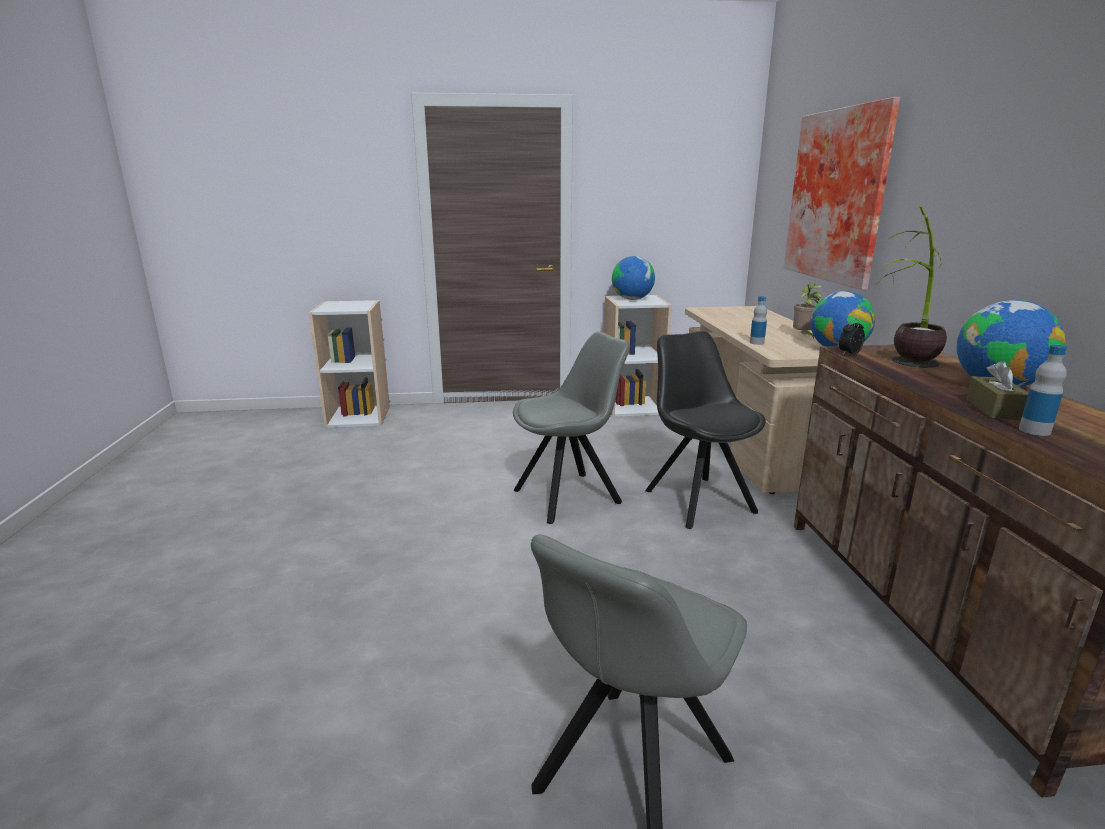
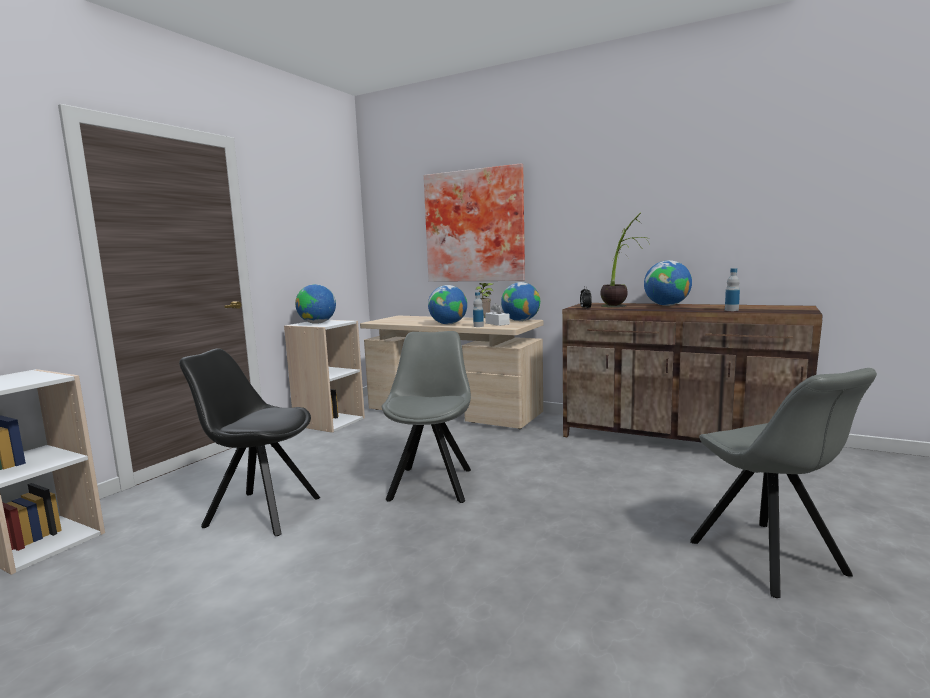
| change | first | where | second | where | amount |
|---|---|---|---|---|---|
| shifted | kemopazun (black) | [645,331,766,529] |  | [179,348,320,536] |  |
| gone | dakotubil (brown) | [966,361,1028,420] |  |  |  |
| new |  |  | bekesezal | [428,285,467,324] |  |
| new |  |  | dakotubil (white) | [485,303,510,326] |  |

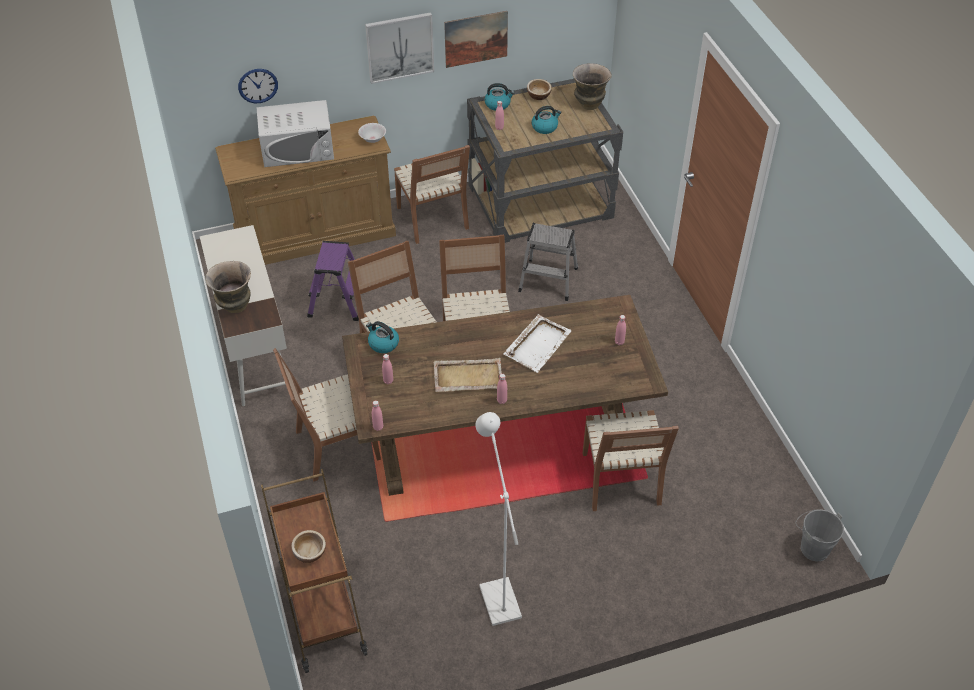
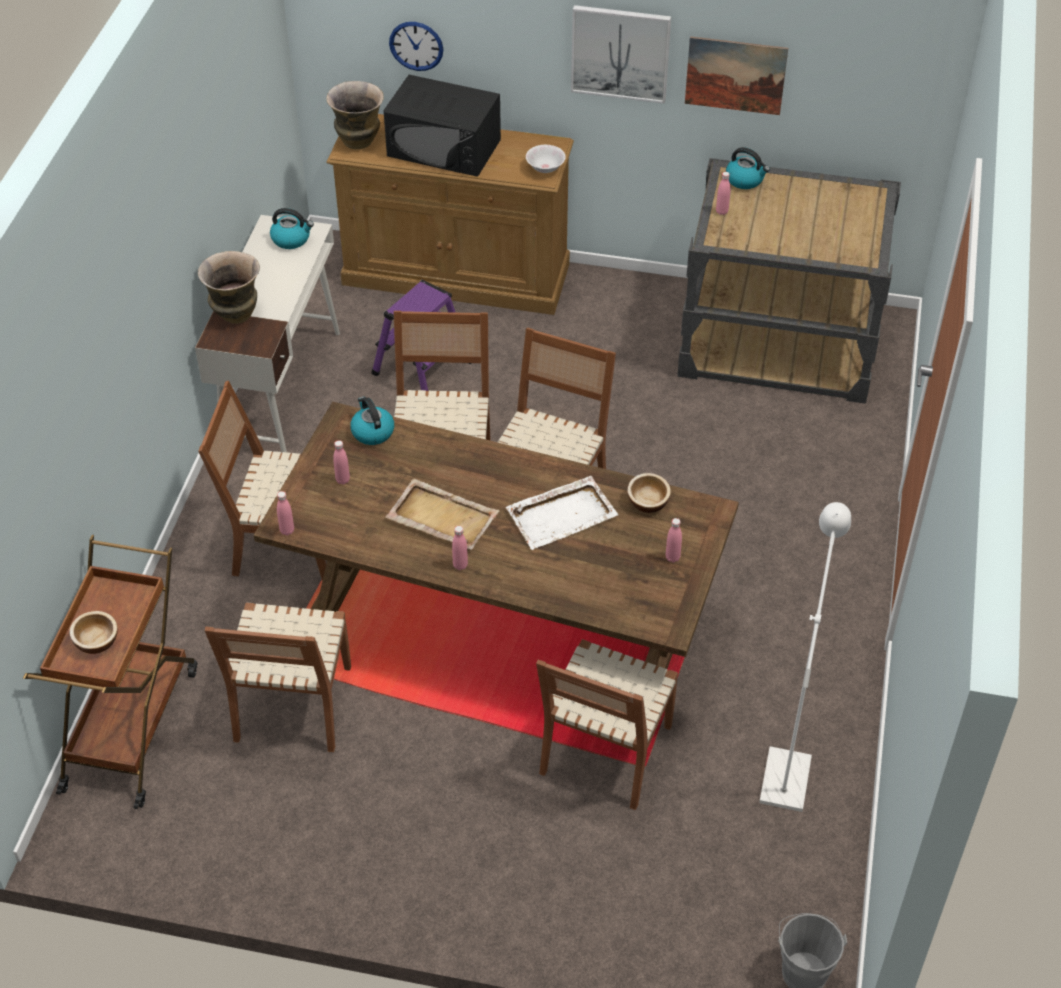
| change | first | where | second | where | amount |
|---|---|---|---|---|---|
| repainted | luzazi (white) | [256,100,334,167] | luzazi (black) | [383,75,501,177] |  |
| shifted | kemopazun | [394,145,470,244] |  | [205,602,351,752] |  |
| shifted | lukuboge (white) | [475,412,522,626] |  | [759,502,851,812] |  |
| gone | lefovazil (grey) | [518,223,578,301] |  |  |  |
| shifted | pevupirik | [527,79,552,100] |  | [627,473,671,513] |  |
| shifted | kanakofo | [532,106,562,134] |  | [270,208,314,249] |  |
| shifted | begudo | [573,63,612,110] |  | [326,81,384,149] |  |

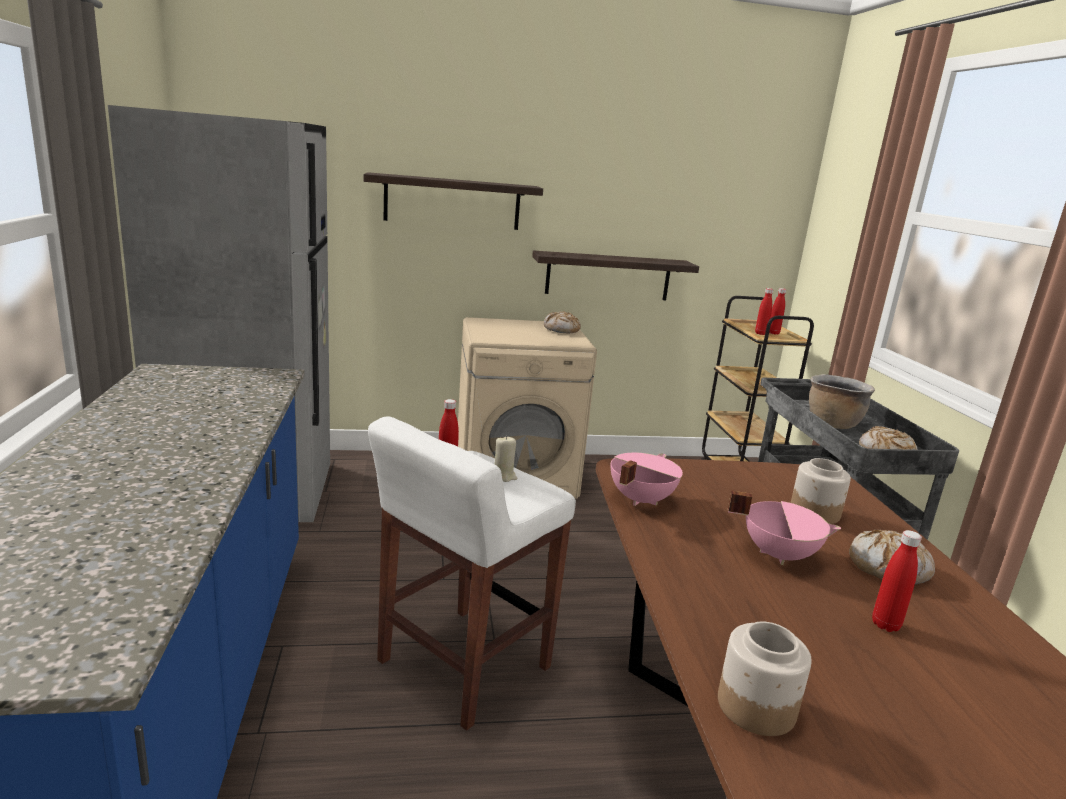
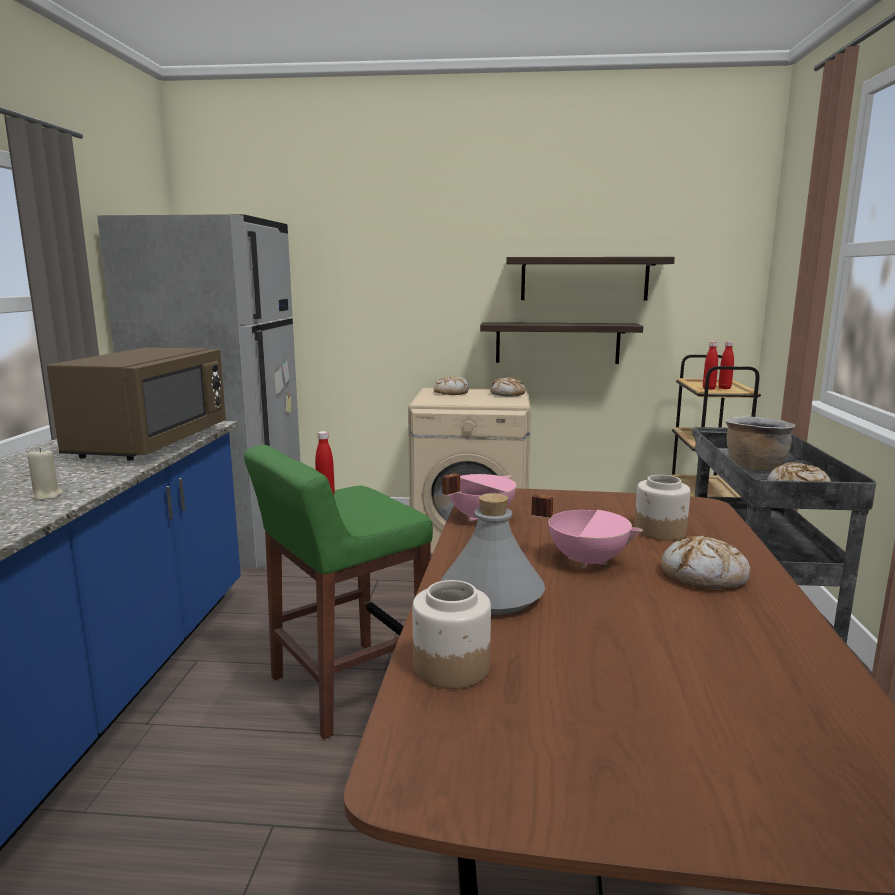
| change | first | where | second | where | amount |
|---|---|---|---|---|---|
| shifted | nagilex | [364,172,543,230] |  | [506,257,675,301] |  |
| repainted | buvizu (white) | [368,416,576,731] | buvizu (green) | [244,445,433,739] |  |
| shifted | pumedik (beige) | [495,436,517,482] |  | [27,448,63,501] |  |
| gone | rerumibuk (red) | [872,530,922,632] |  |  |  |
| new |  |  | luzazi (brown) | [47,347,226,461] |  |
| new |  |  | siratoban | [434,376,469,395] |  |
| new |  |  | rerumibuk (grey) | [441,493,545,615] |  |

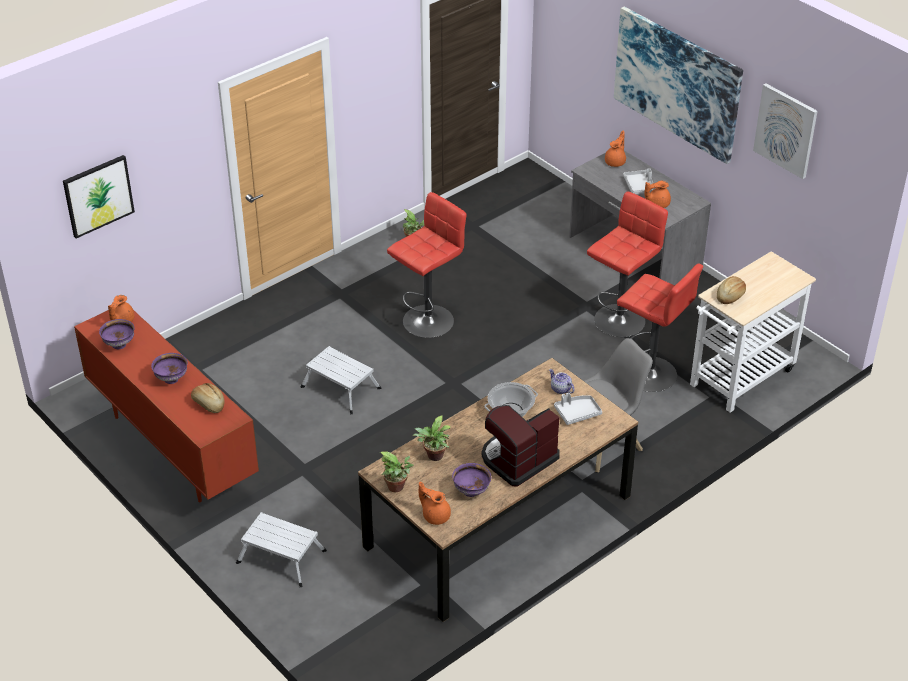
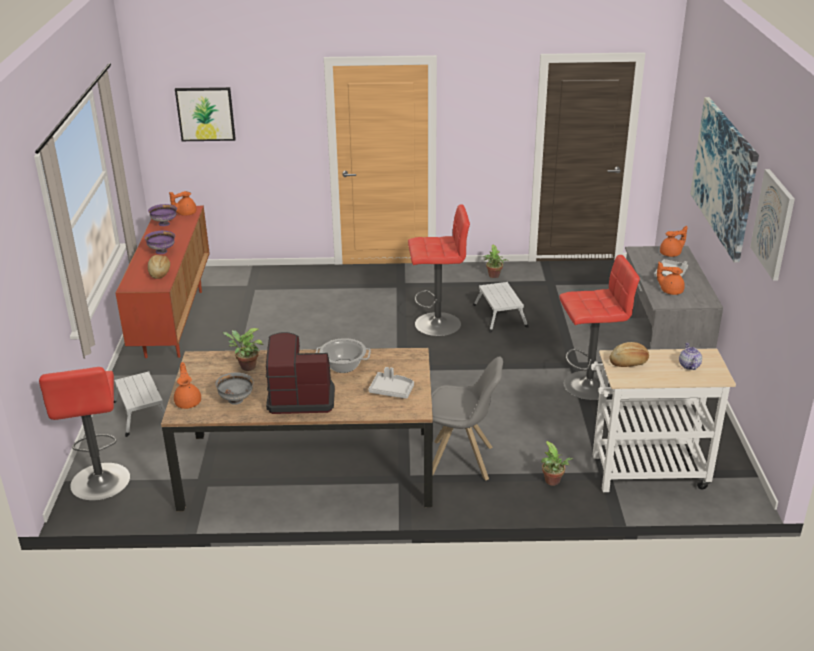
| change | first | where | second | where | amount |
|---|---|---|---|---|---|
| shifted | lefovazil (white) | [300,346,382,414] |  | [473,282,529,333] |  |
| shifted | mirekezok | [379,451,414,492] |  | [541,441,573,486] |  |
| repainted | pevupirik (purple) | [452,463,491,497] | pevupirik (grey) | [215,373,254,405] |  |
| shifted | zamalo | [549,369,575,394] |  | [679,343,702,370] |  |
| shifted | buvizu (red) | [617,264,703,392] |  | [39,367,130,501] |  |

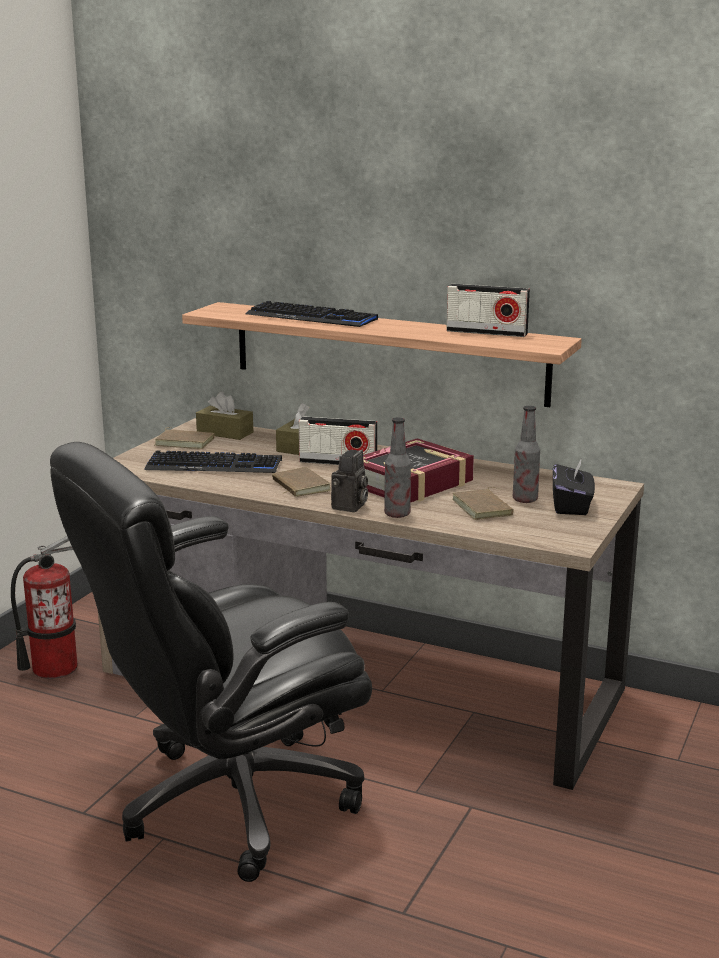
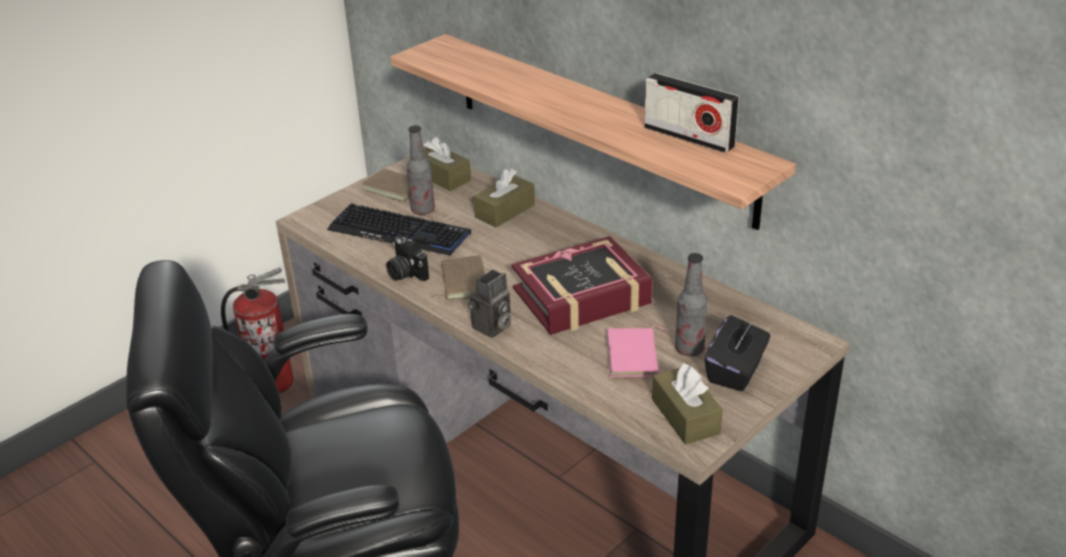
| change | first | where | second | where | amount |
|---|---|---|---|---|---|
| gone | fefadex | [246,301,378,327] |  |  |  |
| gone | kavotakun | [299,416,377,465] |  |  |  |
| shifted | rerumibuk | [384,417,411,518] |  | [407,125,435,215] |  |
| repainted | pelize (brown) | [453,487,514,520] | pelize (pink) | [607,326,668,377] |  |
| new |  |  | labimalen | [386,236,429,281] |  |
| new |  |  | dakotubil (brown) | [652,363,723,445] |  |

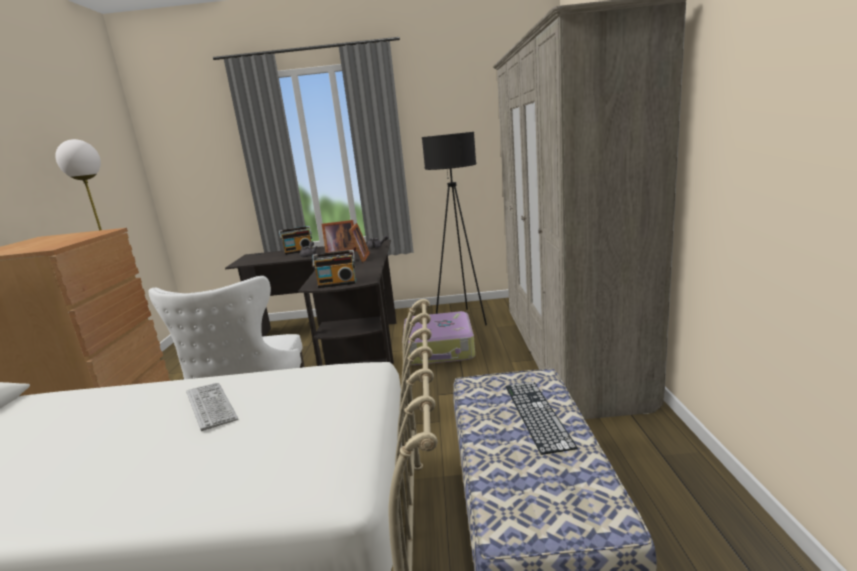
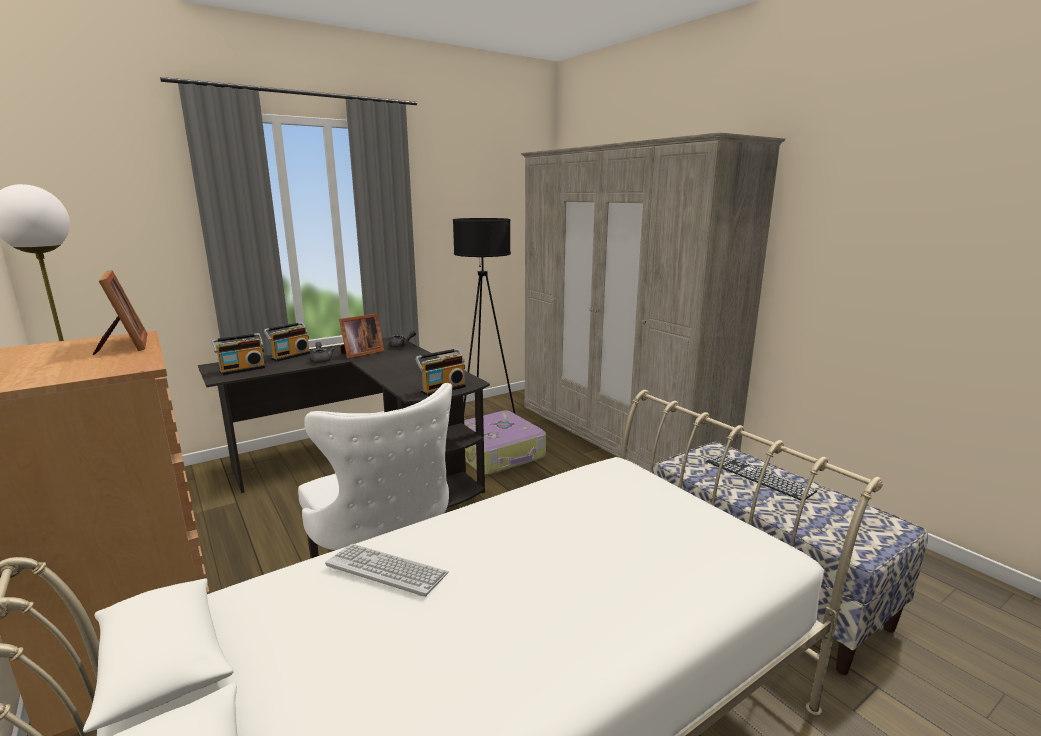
| change | first | where | second | where | amount |
|---|---|---|---|---|---|
| shifted | fefadex | [186,383,239,431] |  | [325,544,449,597] |  |
| shifted | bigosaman | [348,223,370,262] |  | [93,270,147,355] |  |
| new |  |  | kavotakun | [212,333,265,375] |  |

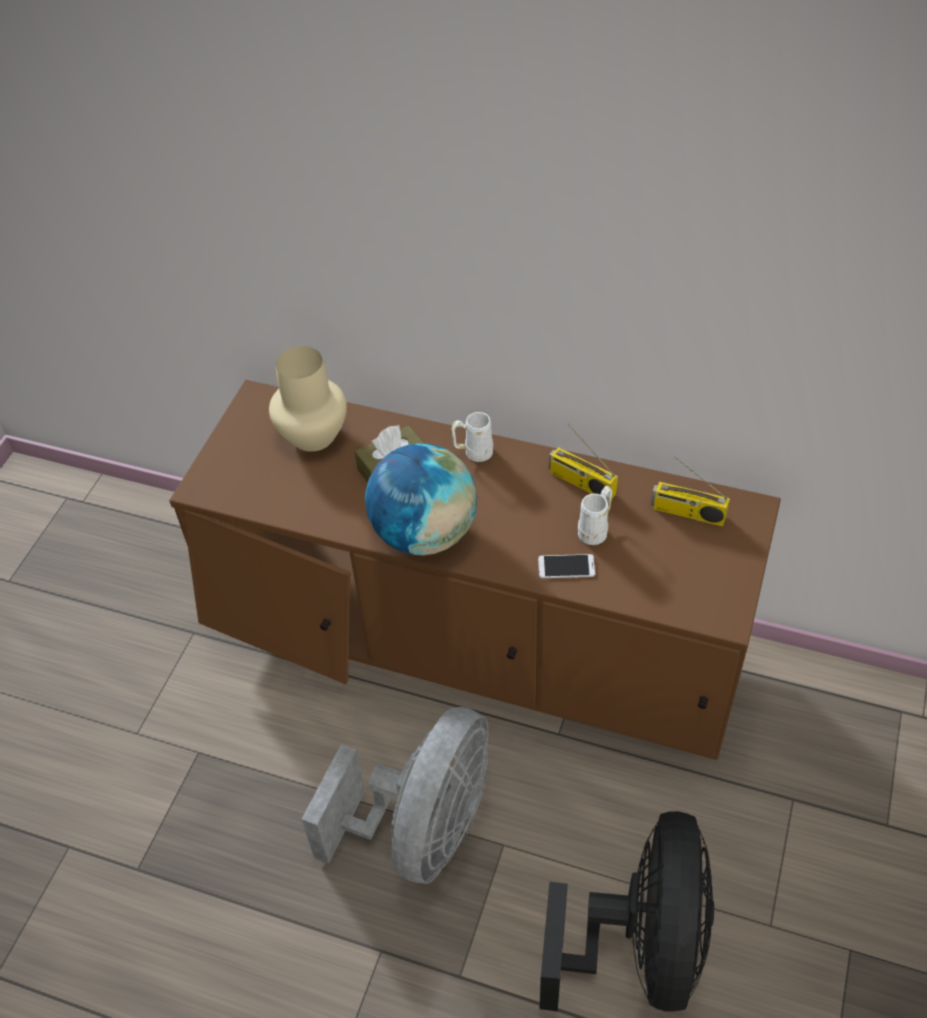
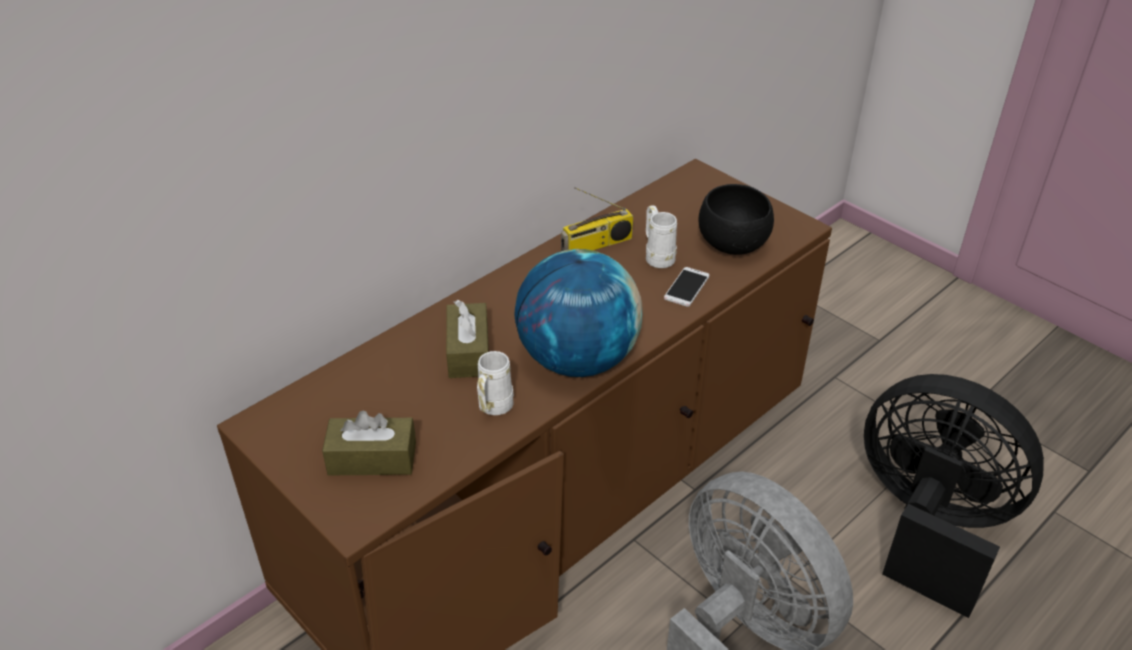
| change | first | where | second | where | amount |
|---|---|---|---|---|---|
| gone | begudo (beige) | [269,346,347,452] |  |  |  |
| shifted | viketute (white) | [451,412,493,462] |  | [477,351,514,415] |  |
| gone | kavotakun | [651,456,730,526] |  |  |  |
| new |  |  | dakotubil (brown) | [322,410,416,475] |  |
| new |  |  | pevupirik (black) | [699,184,774,255] |  |

